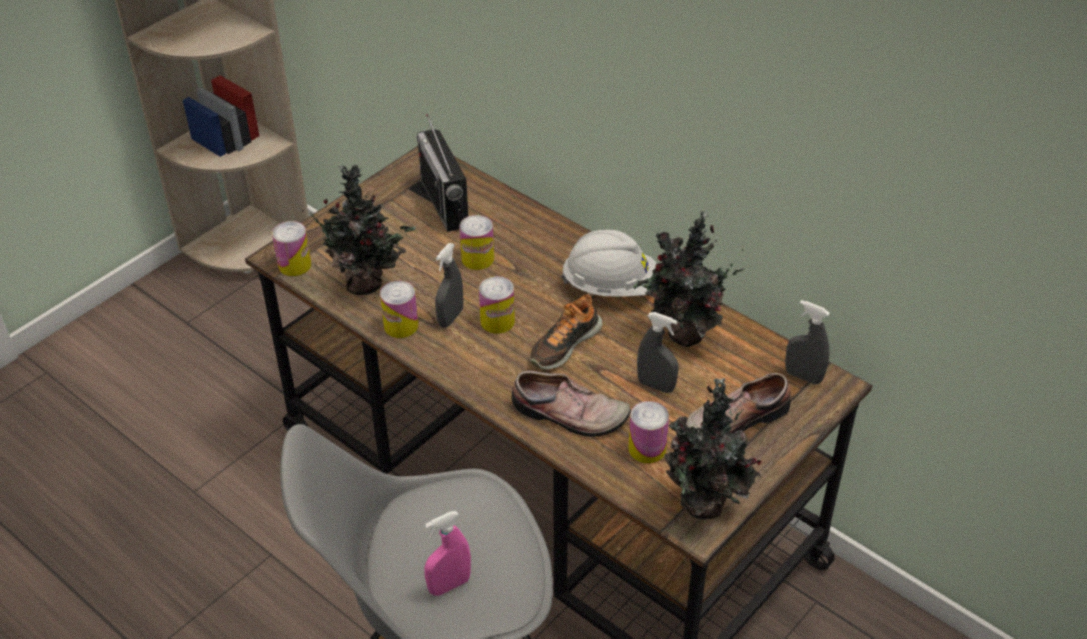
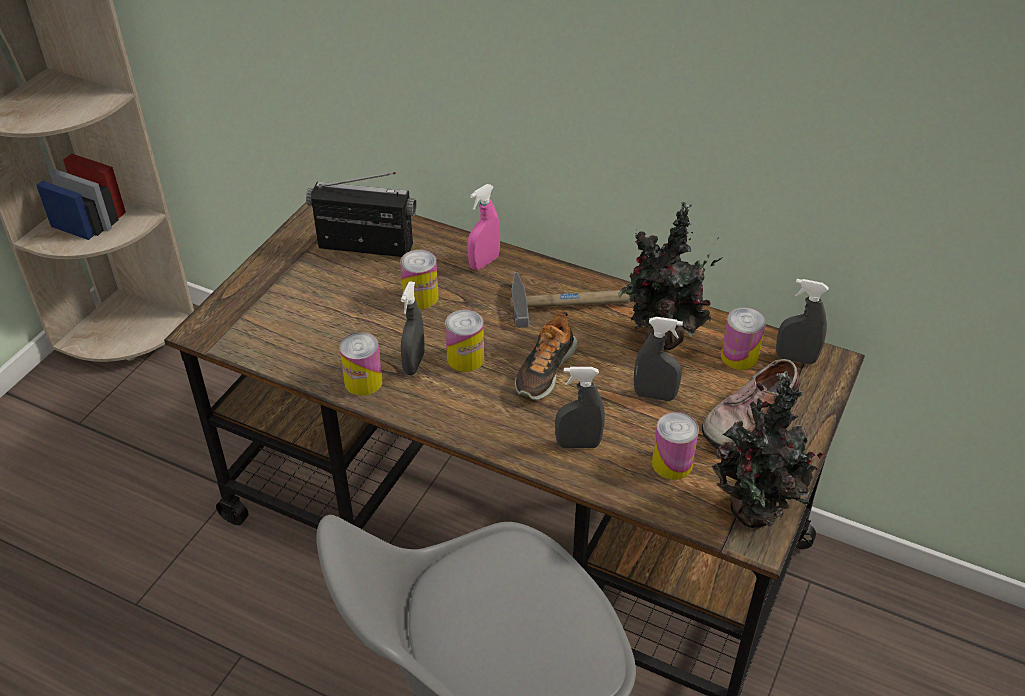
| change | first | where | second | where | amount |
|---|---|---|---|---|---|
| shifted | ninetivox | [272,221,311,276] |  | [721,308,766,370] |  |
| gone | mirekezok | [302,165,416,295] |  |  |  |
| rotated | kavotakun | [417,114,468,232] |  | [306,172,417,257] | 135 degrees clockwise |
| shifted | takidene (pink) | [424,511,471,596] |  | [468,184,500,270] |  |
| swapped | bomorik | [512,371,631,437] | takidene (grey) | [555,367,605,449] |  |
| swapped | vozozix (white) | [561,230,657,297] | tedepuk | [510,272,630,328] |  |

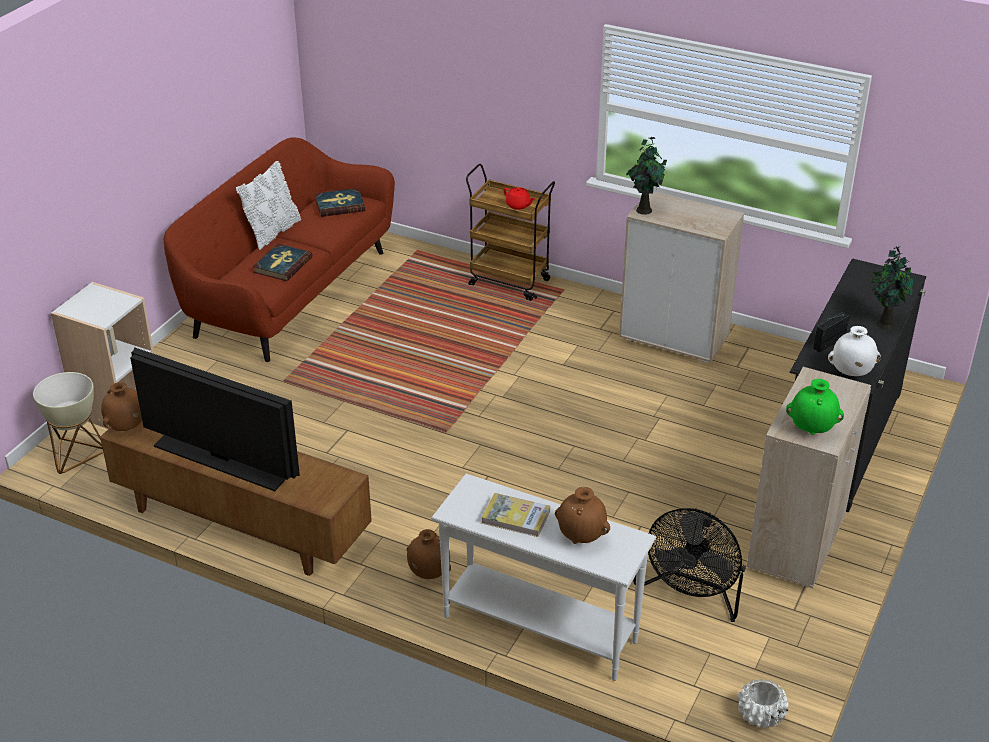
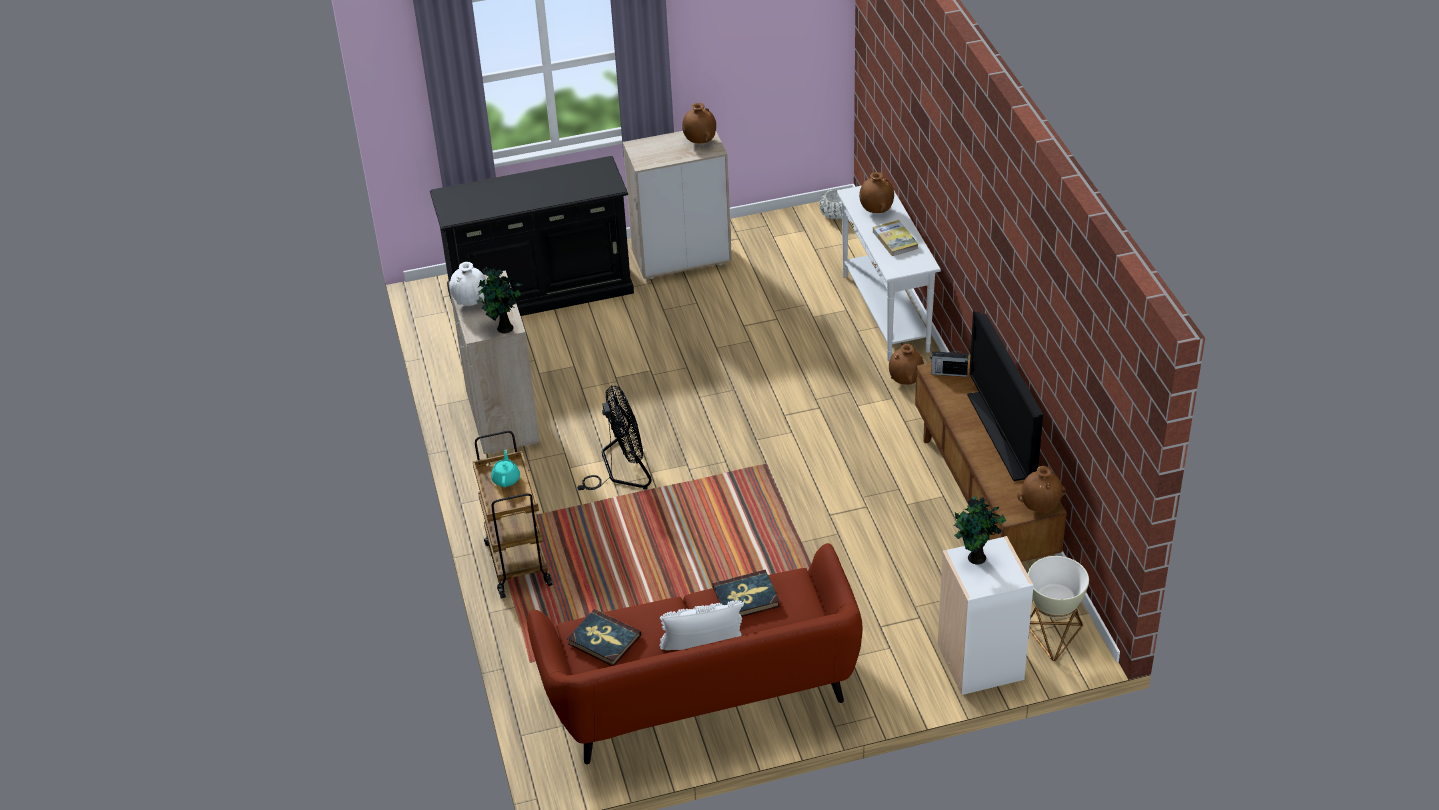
| change | first | where | second | where | amount |
|---|---|---|---|---|---|
| repainted | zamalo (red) | [503,187,535,210] | zamalo (turquoise) | [491,450,520,487] |  |
| shifted | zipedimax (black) | [633,508,746,622] |  | [576,385,652,490] |  |
| repainted | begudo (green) | [786,379,844,435] | begudo (brown) | [682,103,716,143] |  |
| shifted | kavotakun | [813,312,849,352] |  | [931,351,968,377] |  |
| shifted | begudo (white) | [828,326,881,376] |  | [450,262,487,306] |  |
| shifted | mirekezok | [871,246,913,330] |  | [954,496,1006,565] |  |

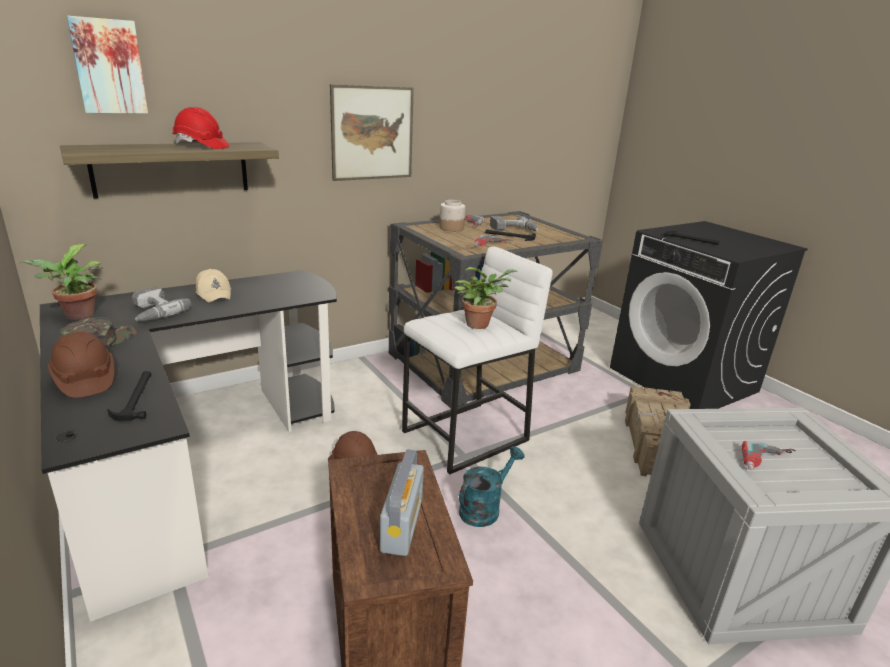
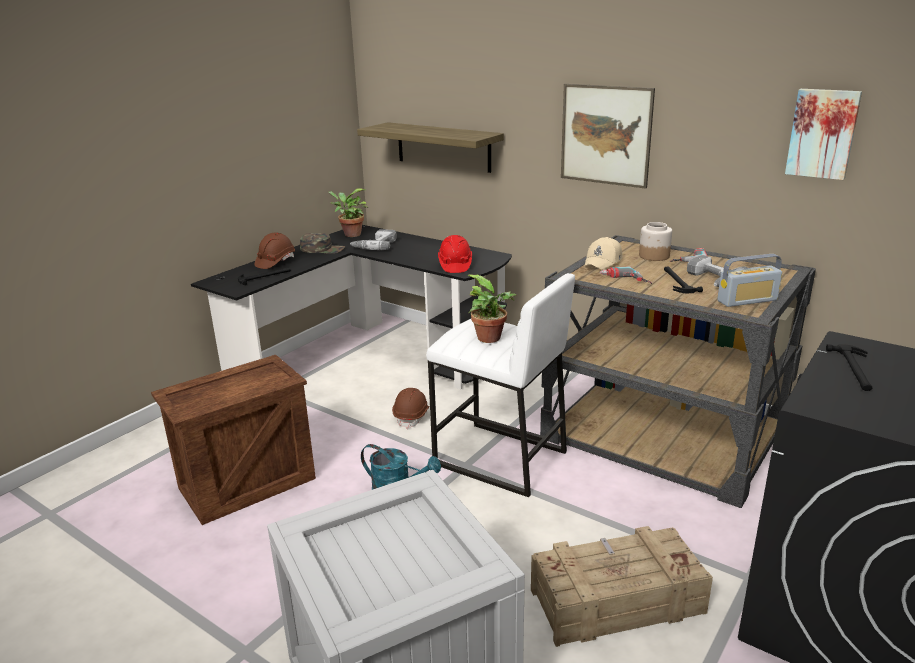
| change | first | where | second | where | amount |
|---|---|---|---|---|---|
| shifted | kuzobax | [67,16,148,114] |  | [785,89,862,180] |  |
| shifted | vozozix (red) | [172,107,229,149] |  | [438,235,472,273] |  |
| shifted | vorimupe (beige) | [196,269,231,303] |  | [584,237,623,270] |  |
| shifted | kavotakun | [380,449,424,556] |  | [717,254,782,307] |  |
| gone | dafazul | [742,441,796,470] |  |  |  |

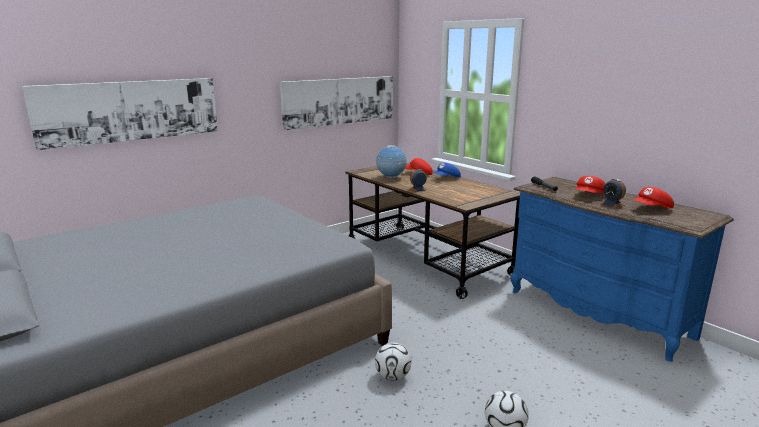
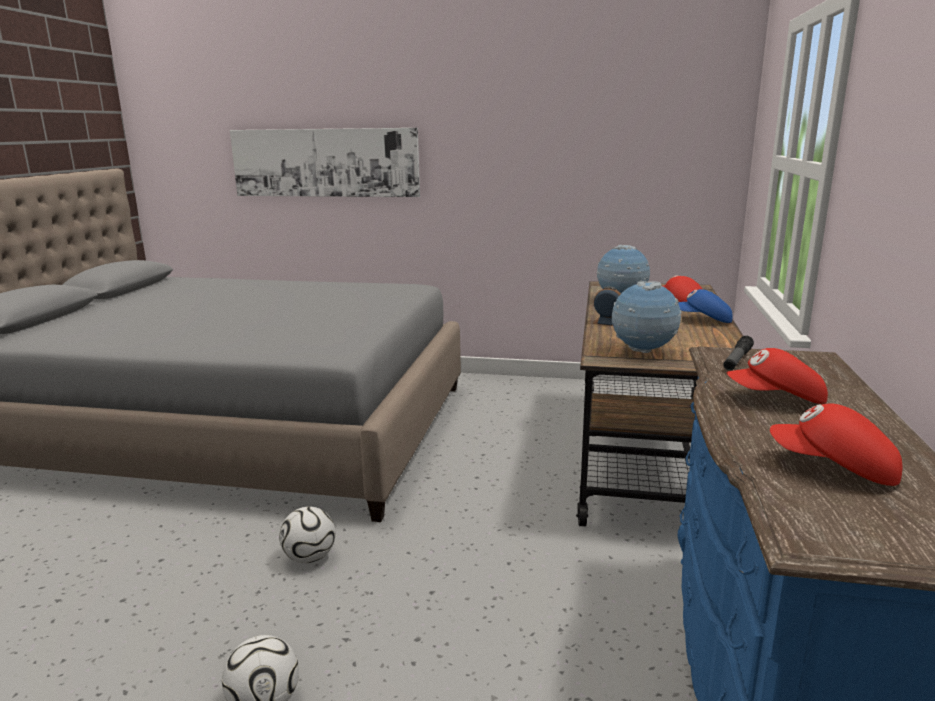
| change | first | where | second | where | amount |
|---|---|---|---|---|---|
| gone | kuzobax | [280,76,393,131] |  |  |  |
| gone | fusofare | [600,179,626,208] |  |  |  |
| new |  |  | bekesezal | [612,280,682,353] |  |

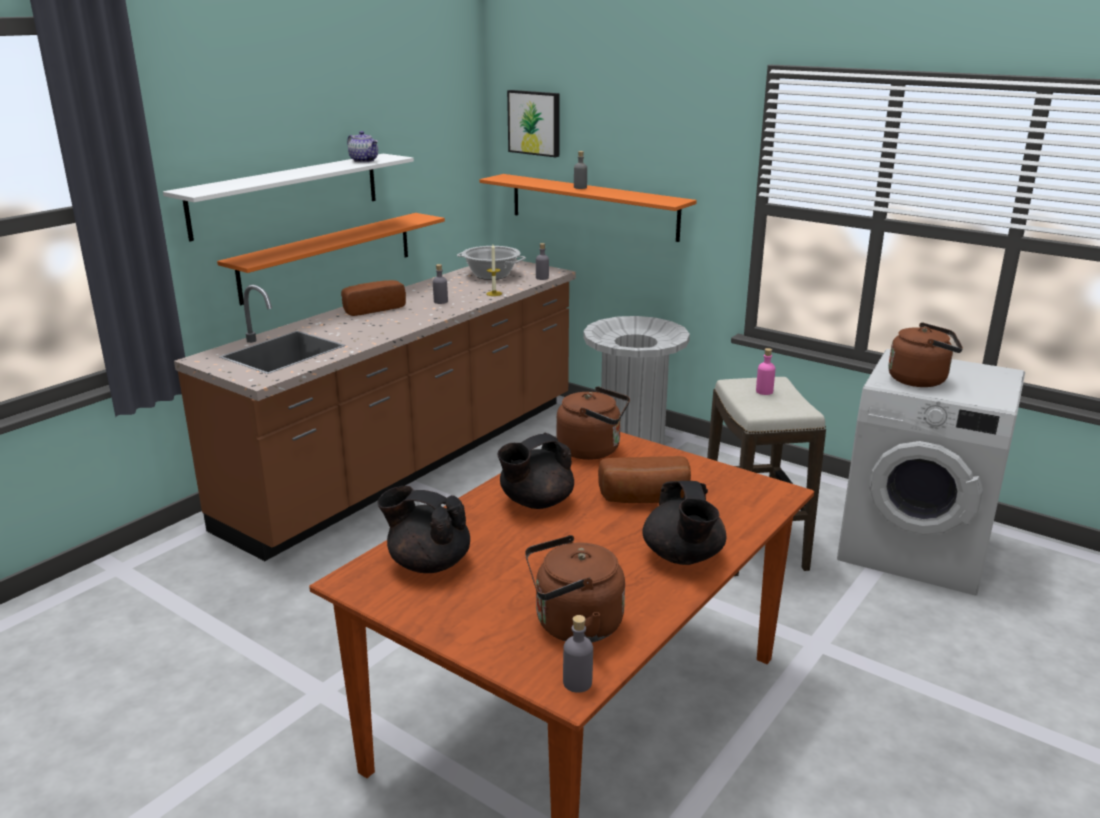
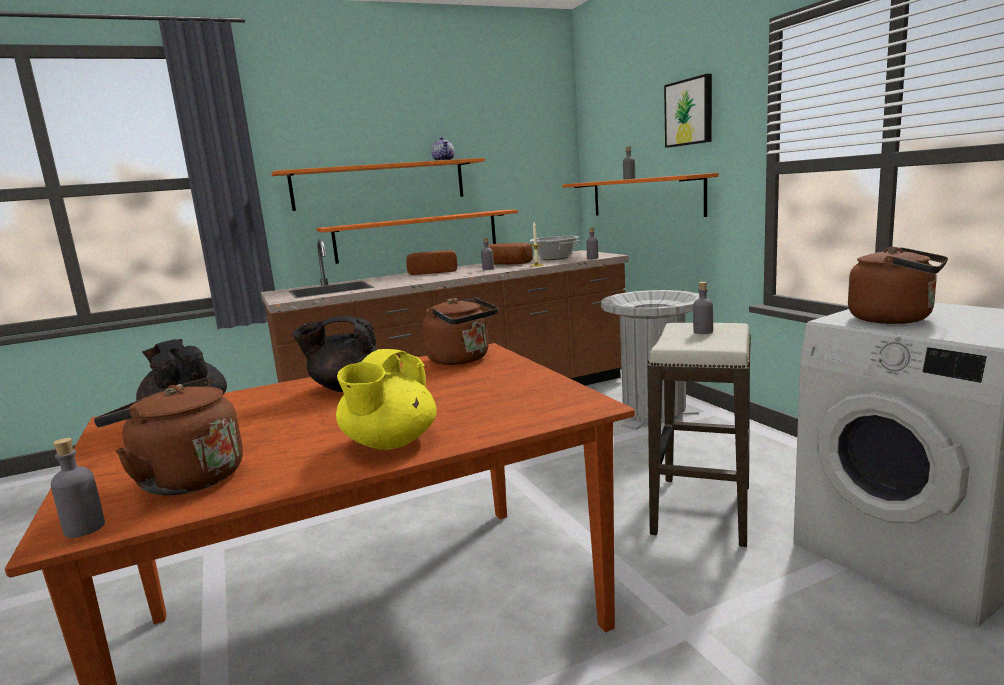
| change | first | where | second | where | amount |
|---|---|---|---|---|---|
| repainted | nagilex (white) | [163,154,414,242] | nagilex (orange) | [271,158,485,211] |  |
| shifted | kuzobax | [507,90,560,157] |  | [664,74,712,148] |  |
| shifted | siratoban | [598,456,691,503] |  | [488,243,533,265] |  |
| repainted | zamalo (black) | [642,481,727,565] | zamalo (yellow) | [336,349,437,450] |  |
| repainted | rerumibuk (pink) | [756,348,775,395] | rerumibuk (grey) | [693,282,713,334] |  |

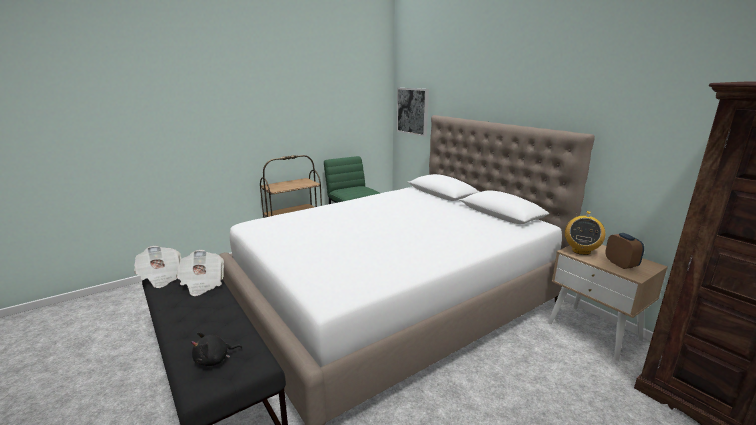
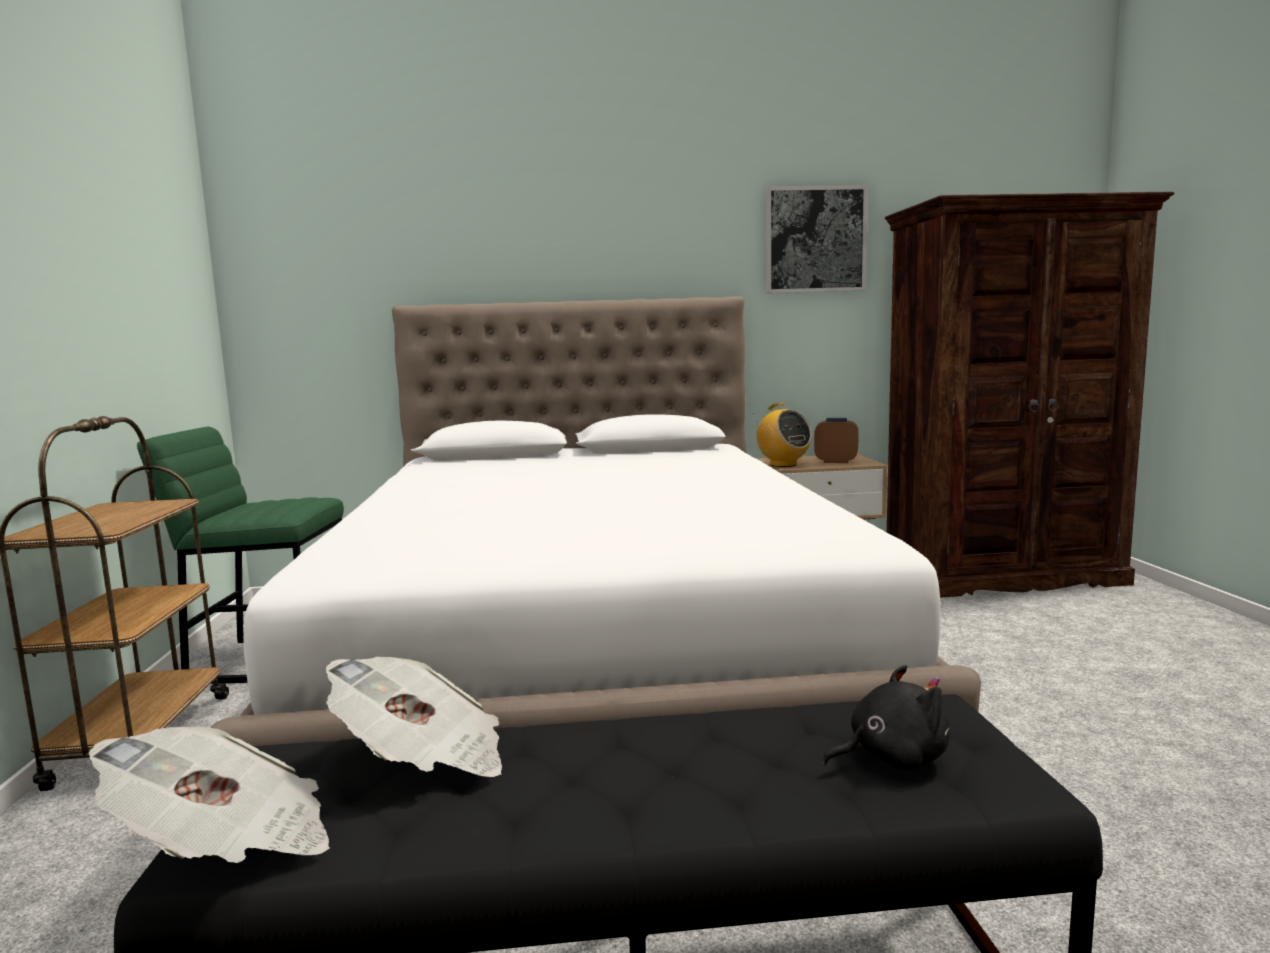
| change | first | where | second | where | amount |
|---|---|---|---|---|---|
| rotated | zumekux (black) | [191,332,242,366] |  | [822,665,950,770] | 105 degrees counterclockwise |
| shifted | kuzobax | [397,88,429,137] |  | [765,185,868,293] |  |

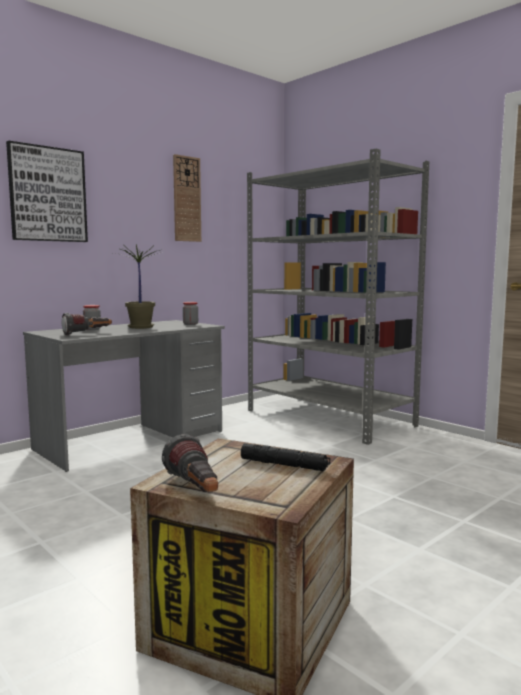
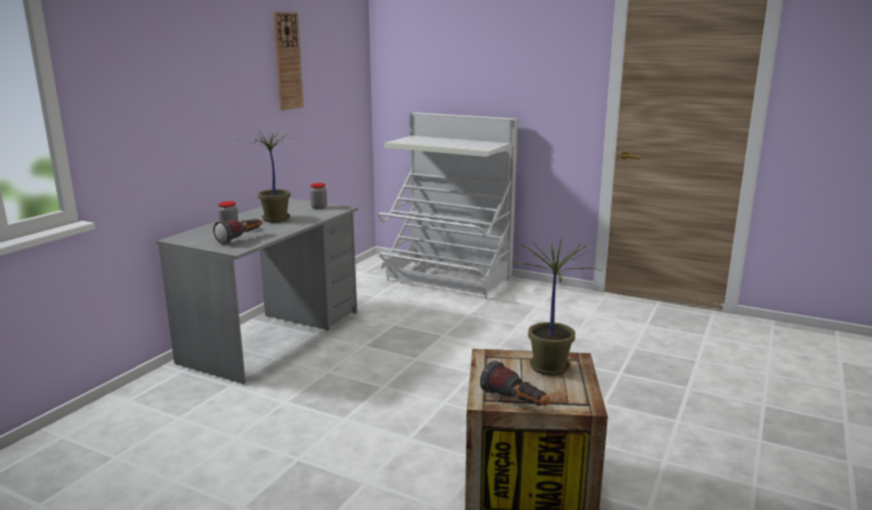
| change | first | where | second | where | amount |
|---|---|---|---|---|---|
| gone | kuzobax | [6,141,88,242] |  |  |  |
| swapped | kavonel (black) | [241,443,330,471] | mirekezok | [519,238,601,376] |  |
| swapped | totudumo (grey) | [247,149,429,445] | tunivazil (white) | [378,112,518,300] |  |

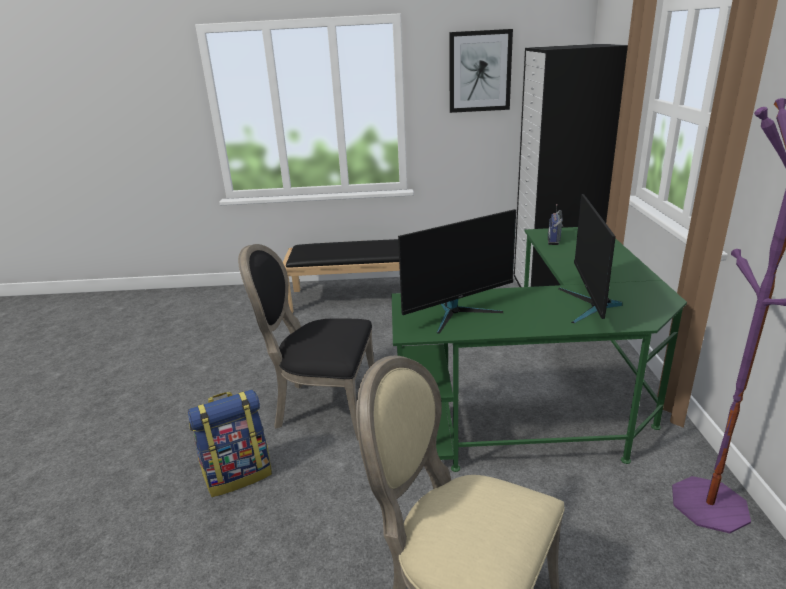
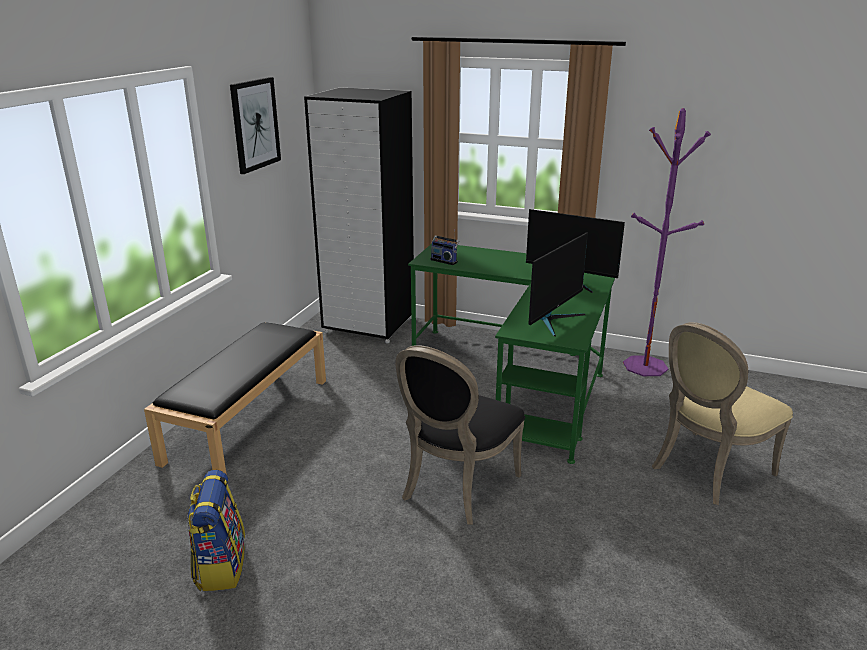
| change | first | where | second | where | amount |
|---|---|---|---|---|---|
| shifted | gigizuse | [188,389,272,497] |  | [187,470,245,591] |  |
| rotated | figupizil | [398,209,516,334] |  | [529,233,588,336] | 45 degrees clockwise |

